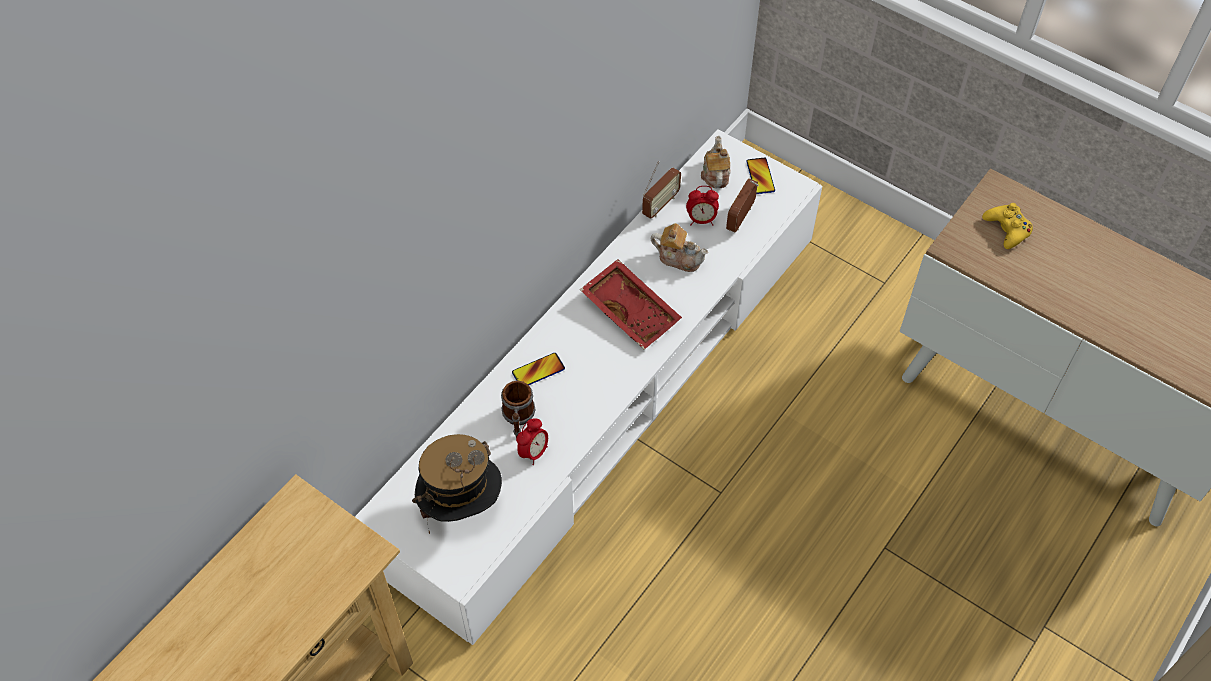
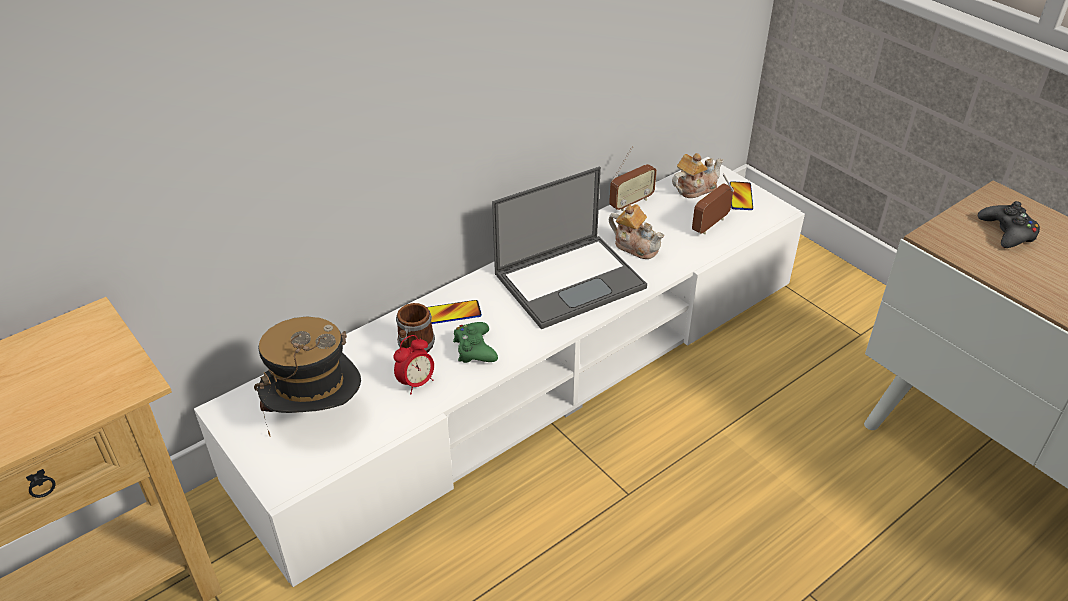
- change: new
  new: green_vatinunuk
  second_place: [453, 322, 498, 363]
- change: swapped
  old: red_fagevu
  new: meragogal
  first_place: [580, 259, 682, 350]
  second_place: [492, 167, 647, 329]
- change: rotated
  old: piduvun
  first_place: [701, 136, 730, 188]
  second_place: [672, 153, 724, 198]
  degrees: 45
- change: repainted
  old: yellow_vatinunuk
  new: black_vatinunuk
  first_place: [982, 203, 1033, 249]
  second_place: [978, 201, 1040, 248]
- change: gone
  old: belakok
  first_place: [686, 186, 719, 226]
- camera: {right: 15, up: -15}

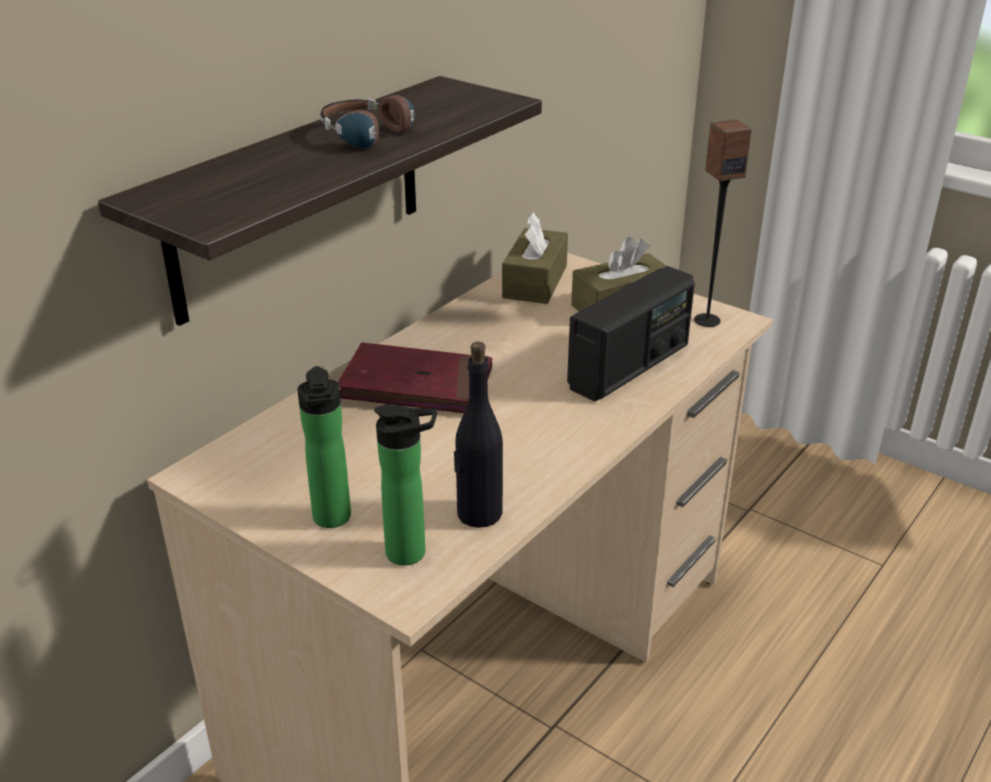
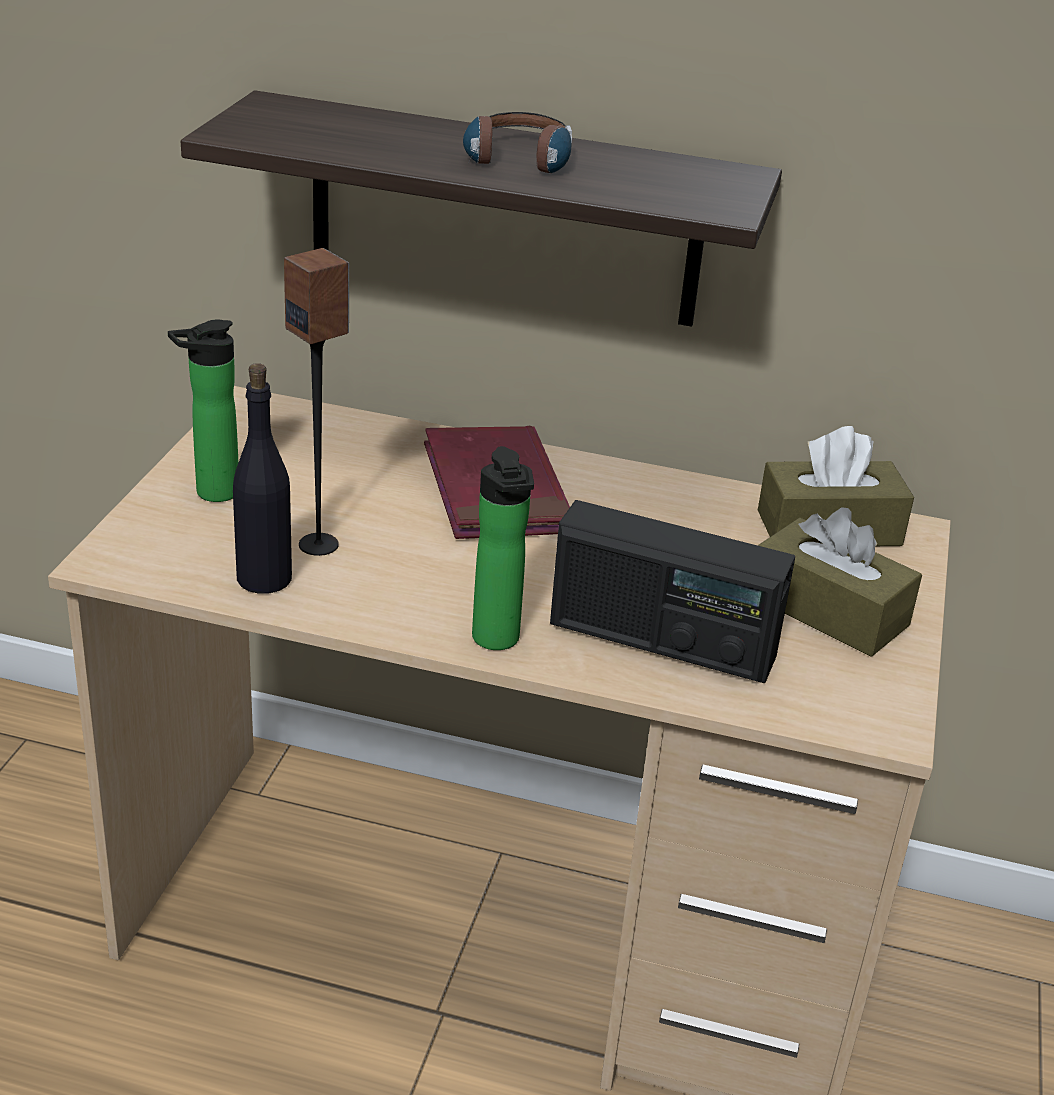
- change: shifted
  old: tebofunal
  first_place: [694, 120, 752, 327]
  second_place: [284, 248, 349, 556]
- change: shifted
  old: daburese
  first_place: [374, 404, 437, 566]
  second_place: [472, 446, 534, 650]
- camera: {right: 65, up: 0}

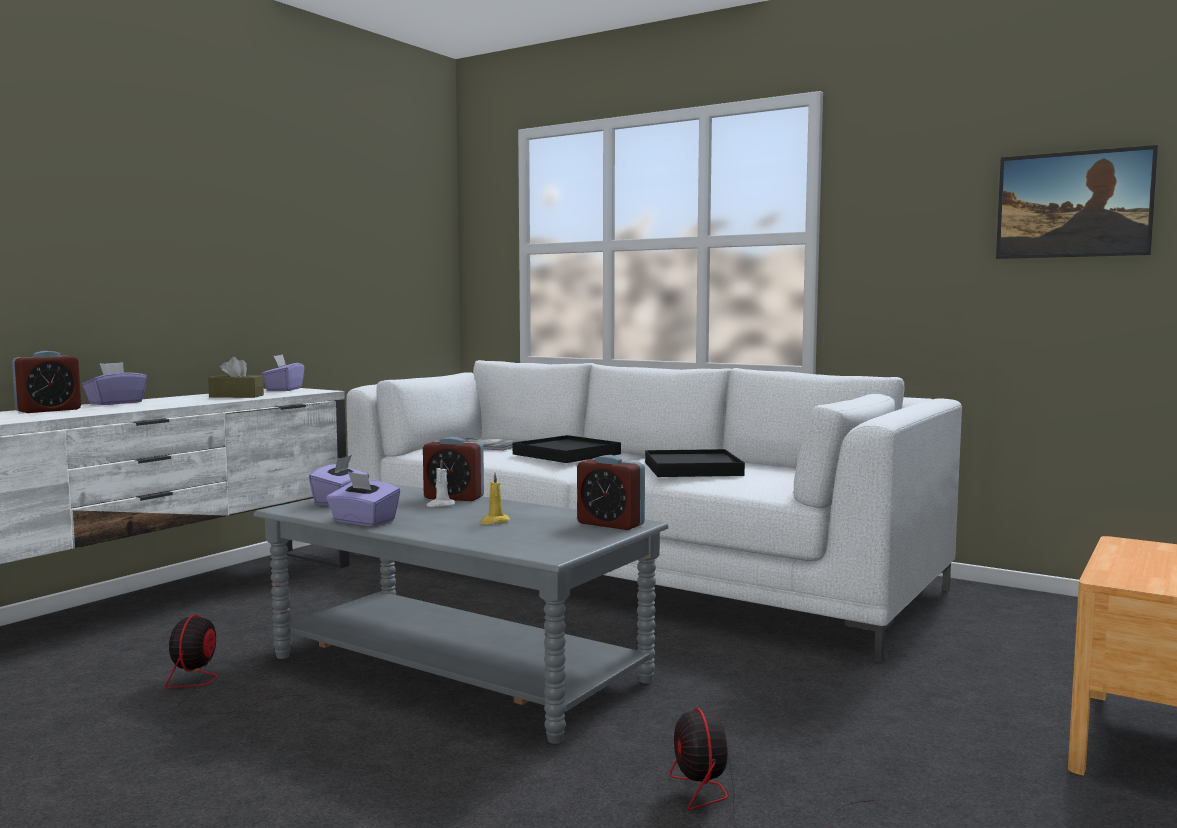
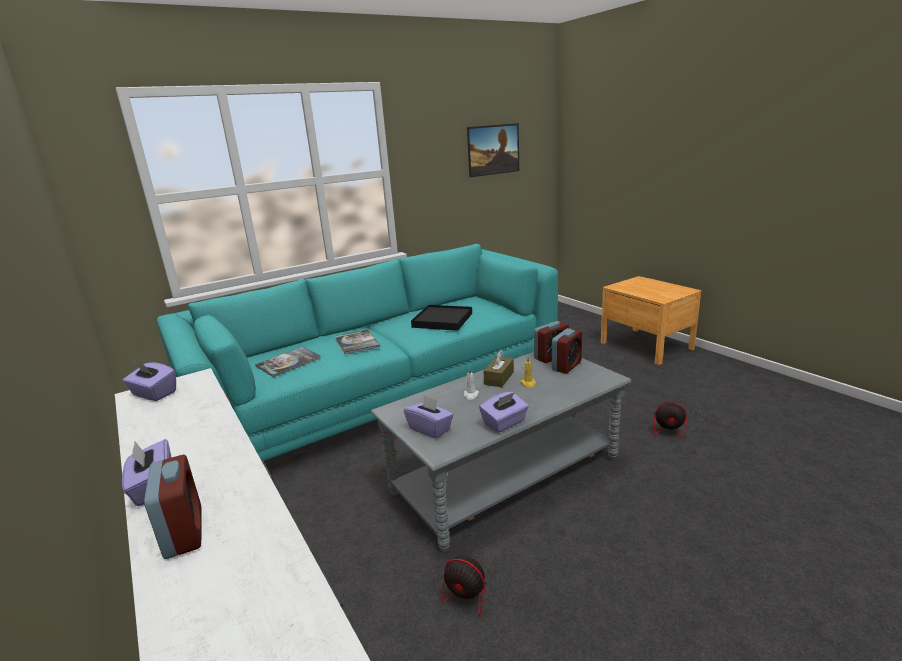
- change: repainted
  old: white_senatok
  new: turquoise_senatok
  first_place: [346, 360, 962, 663]
  second_place: [157, 244, 558, 461]
- change: swapped
  old: black_fagevu
  new: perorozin
  first_place: [513, 435, 621, 463]
  second_place: [335, 330, 380, 354]
- change: shifted
  old: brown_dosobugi
  first_place: [208, 357, 264, 398]
  second_place: [484, 350, 514, 387]
- change: shifted
  old: belakok
  first_place: [423, 437, 484, 501]
  second_place: [552, 328, 582, 374]
- camera: {right: -65, up: 15}

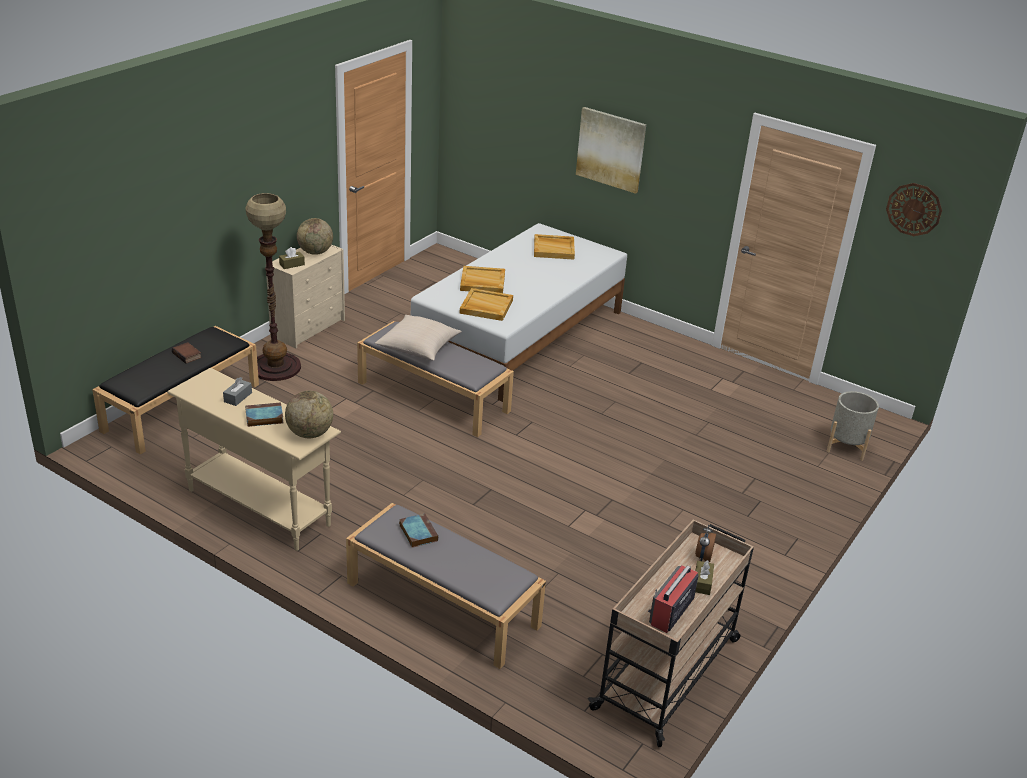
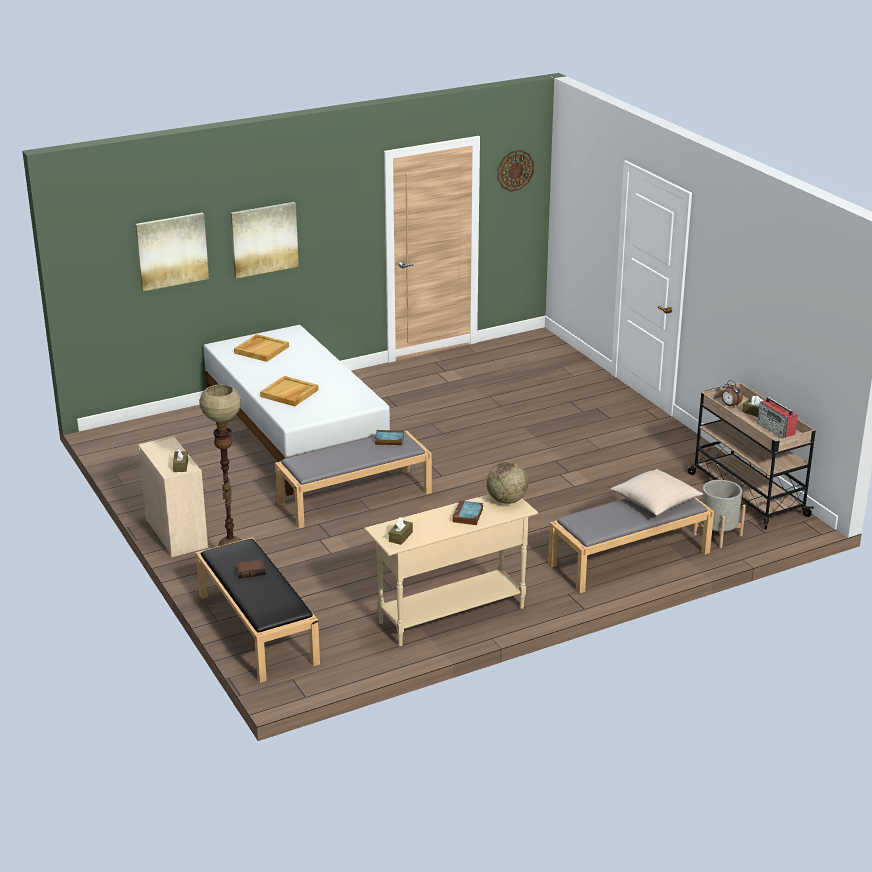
- change: new
  new: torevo
  second_place: [135, 213, 209, 291]
- change: shifted
  old: perorozin
  first_place: [399, 513, 438, 548]
  second_place: [375, 430, 404, 446]
- change: new
  new: brown_dosobugi
  second_place: [389, 517, 413, 545]
- change: shifted
  old: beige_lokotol
  first_place: [375, 315, 462, 361]
  second_place: [610, 469, 703, 516]
- change: shifted
  old: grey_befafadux
  first_place: [827, 391, 879, 461]
  second_place: [693, 480, 746, 548]
- change: gone
  old: grey_dosobugi
  first_place: [223, 377, 252, 406]
- change: gone
  old: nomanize
  first_place: [297, 218, 333, 255]
- change: gone
  old: beige_fagevu
  first_place: [460, 288, 513, 321]
- camera: {right: -60, up: -5}

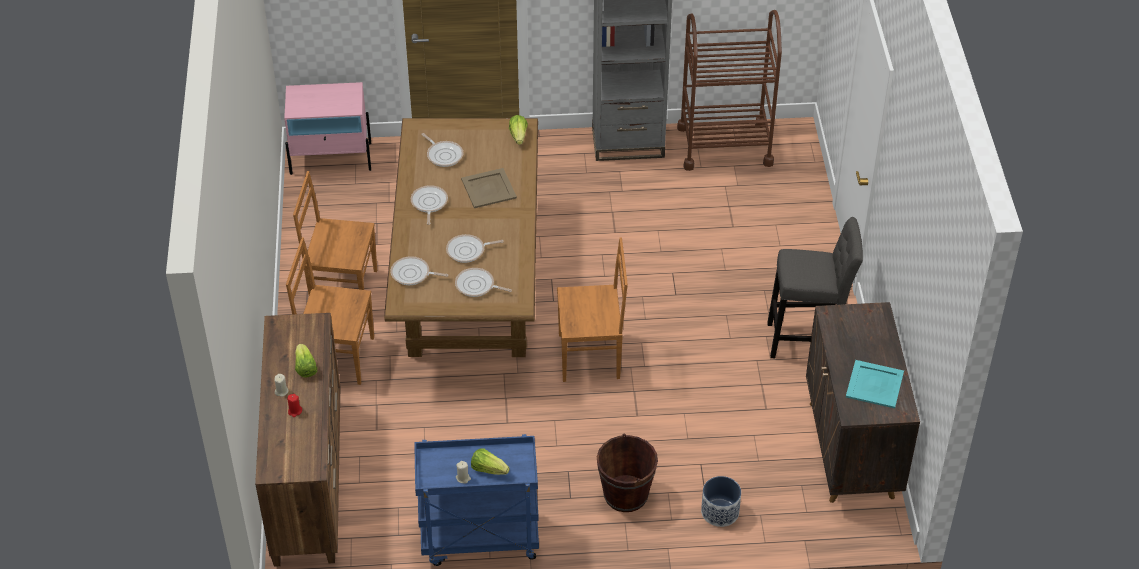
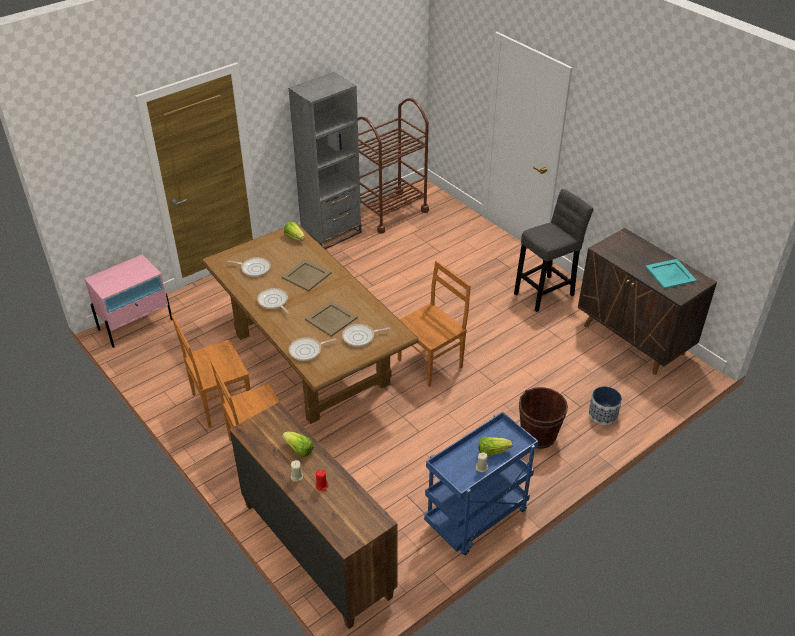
- change: swapped
  old: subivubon
  new: beige_fagevu
  first_place: [446, 234, 504, 263]
  second_place: [305, 300, 358, 337]
- camera: {right: -35, up: -5}

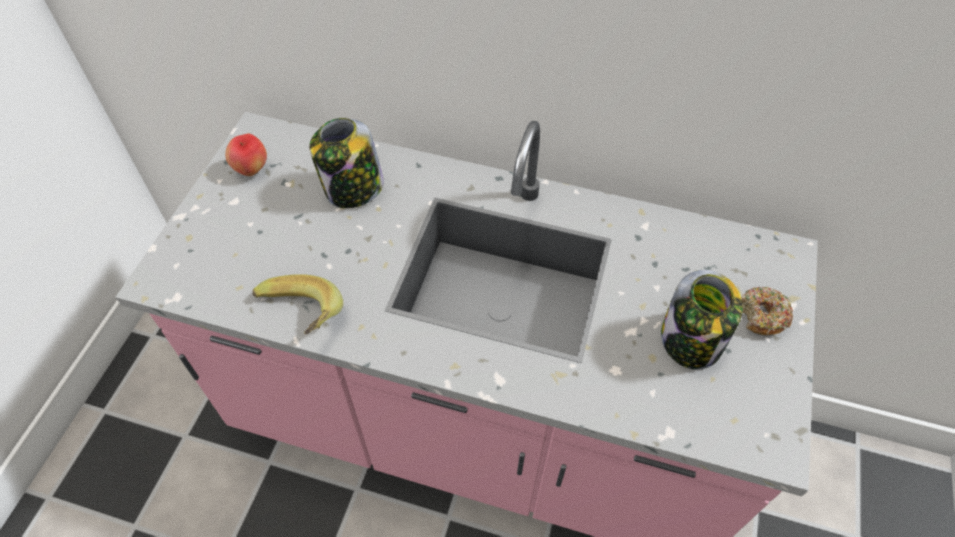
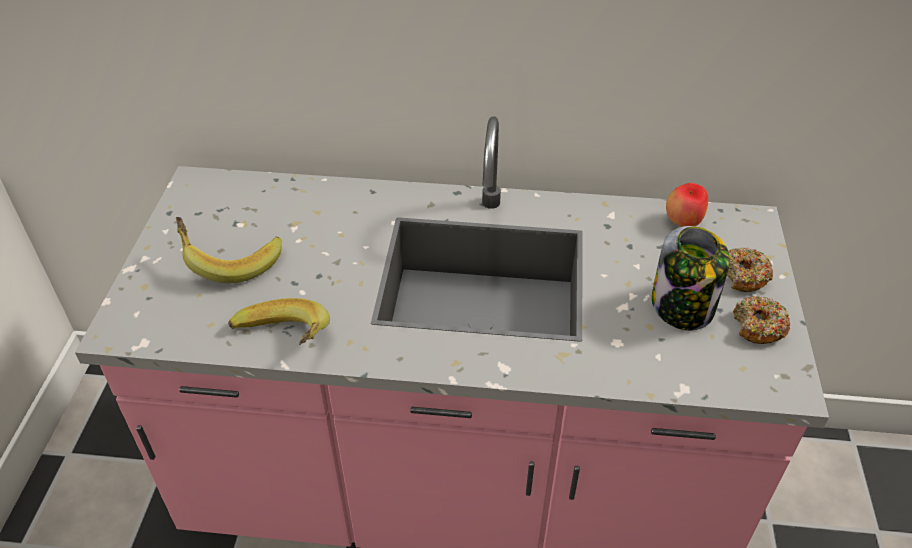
- change: new
  new: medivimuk
  second_place: [176, 217, 282, 283]
- change: shifted
  old: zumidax
  first_place: [225, 134, 267, 176]
  second_place: [666, 183, 708, 227]
- change: new
  new: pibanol
  second_place: [733, 296, 790, 344]
- change: gone
  old: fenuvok
  first_place: [309, 118, 384, 208]
- camera: {right: -10, up: -10}

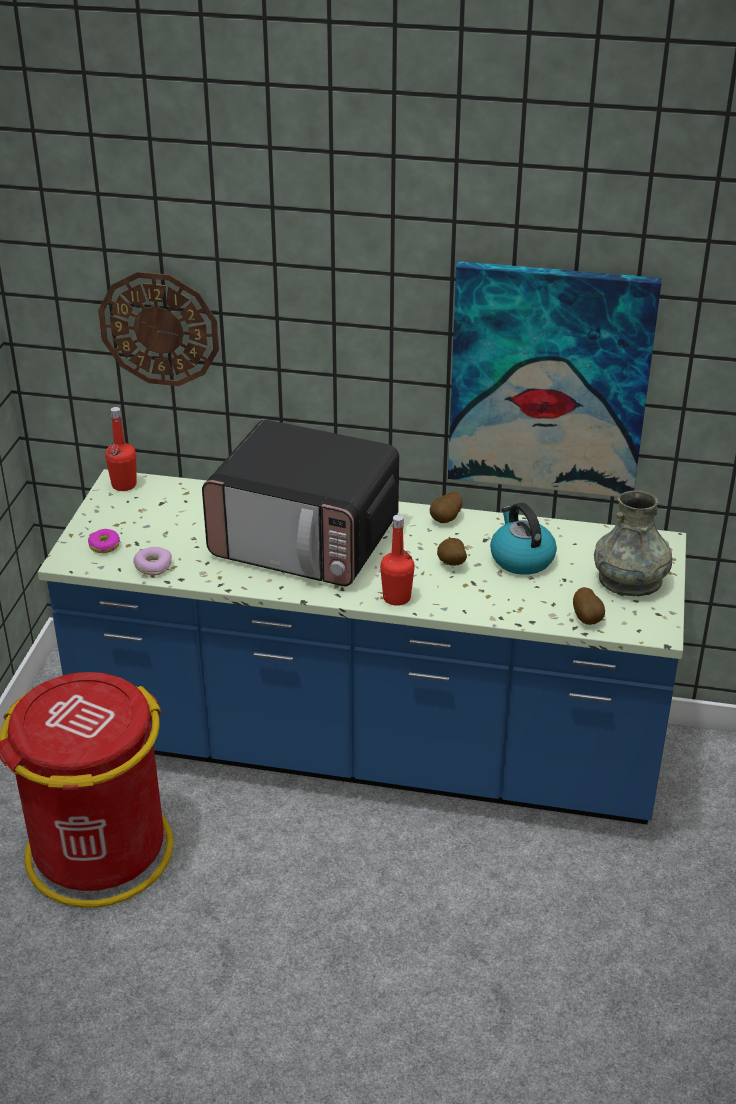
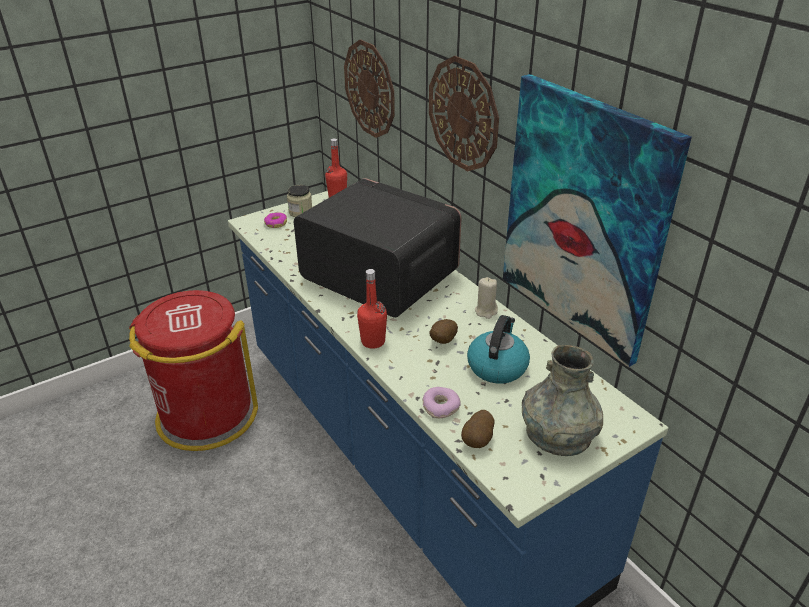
- change: new
  new: fenuvok
  second_place: [287, 185, 312, 217]
- change: rotated
  old: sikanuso
  first_place: [202, 419, 399, 586]
  second_place: [294, 178, 462, 317]
  degrees: 150
- change: shifted
  old: pibanol
  first_place: [133, 547, 172, 576]
  second_place: [422, 387, 461, 418]
- change: new
  new: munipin
  second_place: [429, 56, 499, 171]
- change: swapped
  old: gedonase
  new: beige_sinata
  first_place: [430, 492, 462, 523]
  second_place: [475, 277, 498, 319]
- camera: {right: 45, up: 0}

